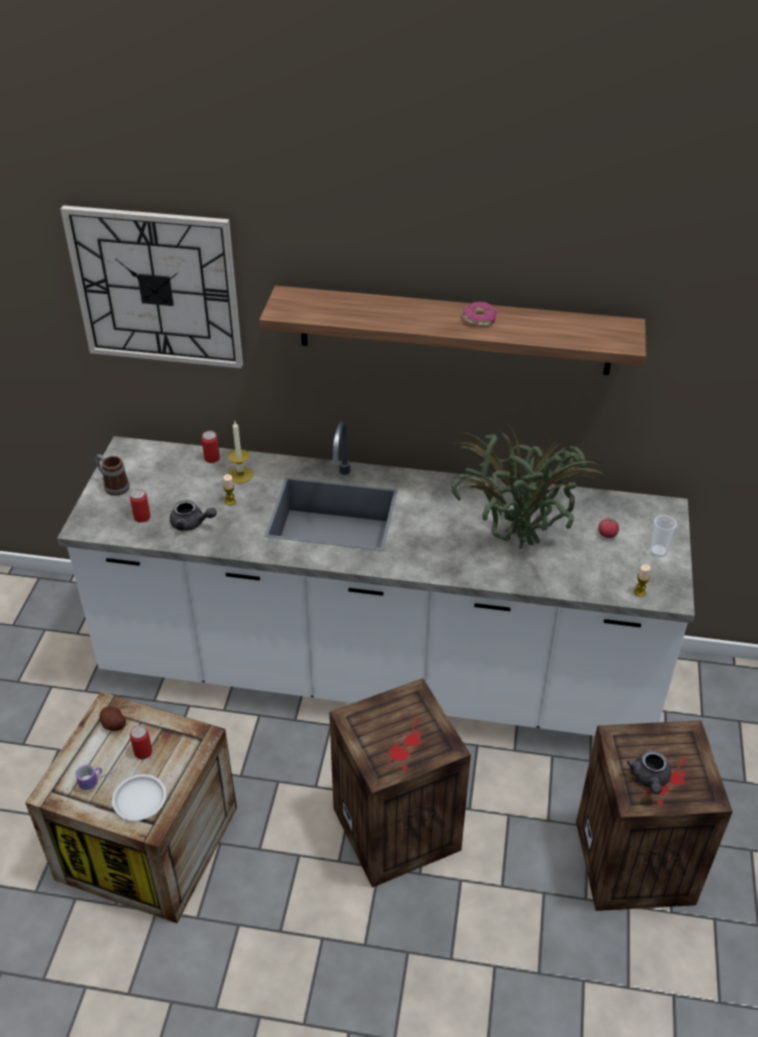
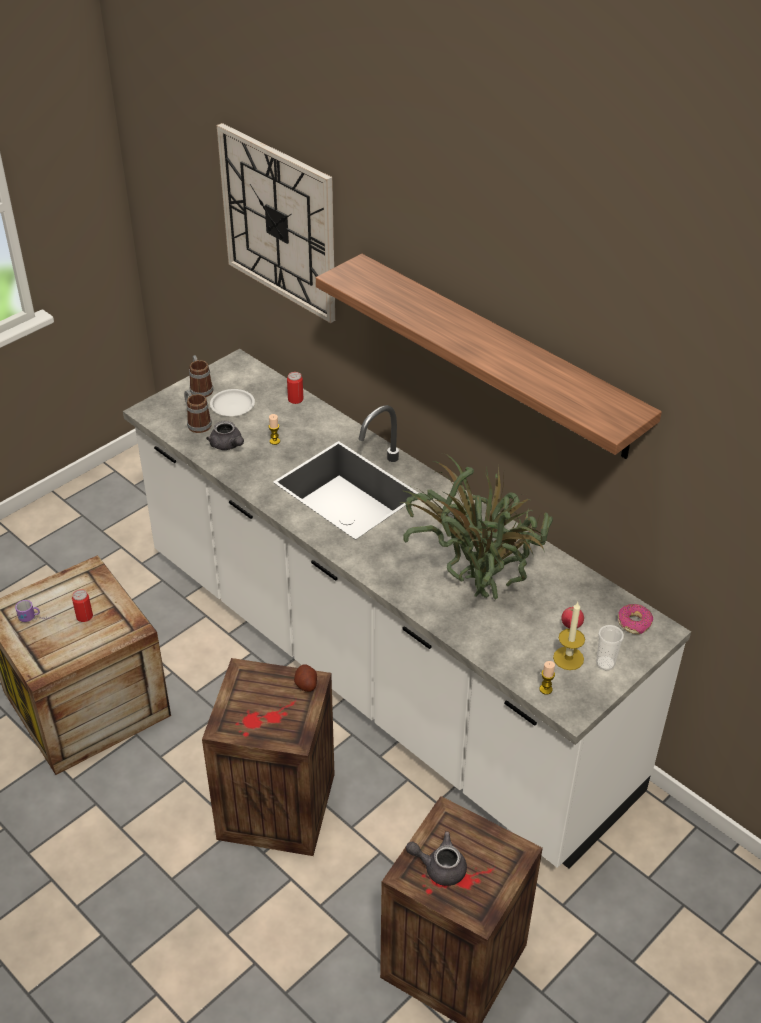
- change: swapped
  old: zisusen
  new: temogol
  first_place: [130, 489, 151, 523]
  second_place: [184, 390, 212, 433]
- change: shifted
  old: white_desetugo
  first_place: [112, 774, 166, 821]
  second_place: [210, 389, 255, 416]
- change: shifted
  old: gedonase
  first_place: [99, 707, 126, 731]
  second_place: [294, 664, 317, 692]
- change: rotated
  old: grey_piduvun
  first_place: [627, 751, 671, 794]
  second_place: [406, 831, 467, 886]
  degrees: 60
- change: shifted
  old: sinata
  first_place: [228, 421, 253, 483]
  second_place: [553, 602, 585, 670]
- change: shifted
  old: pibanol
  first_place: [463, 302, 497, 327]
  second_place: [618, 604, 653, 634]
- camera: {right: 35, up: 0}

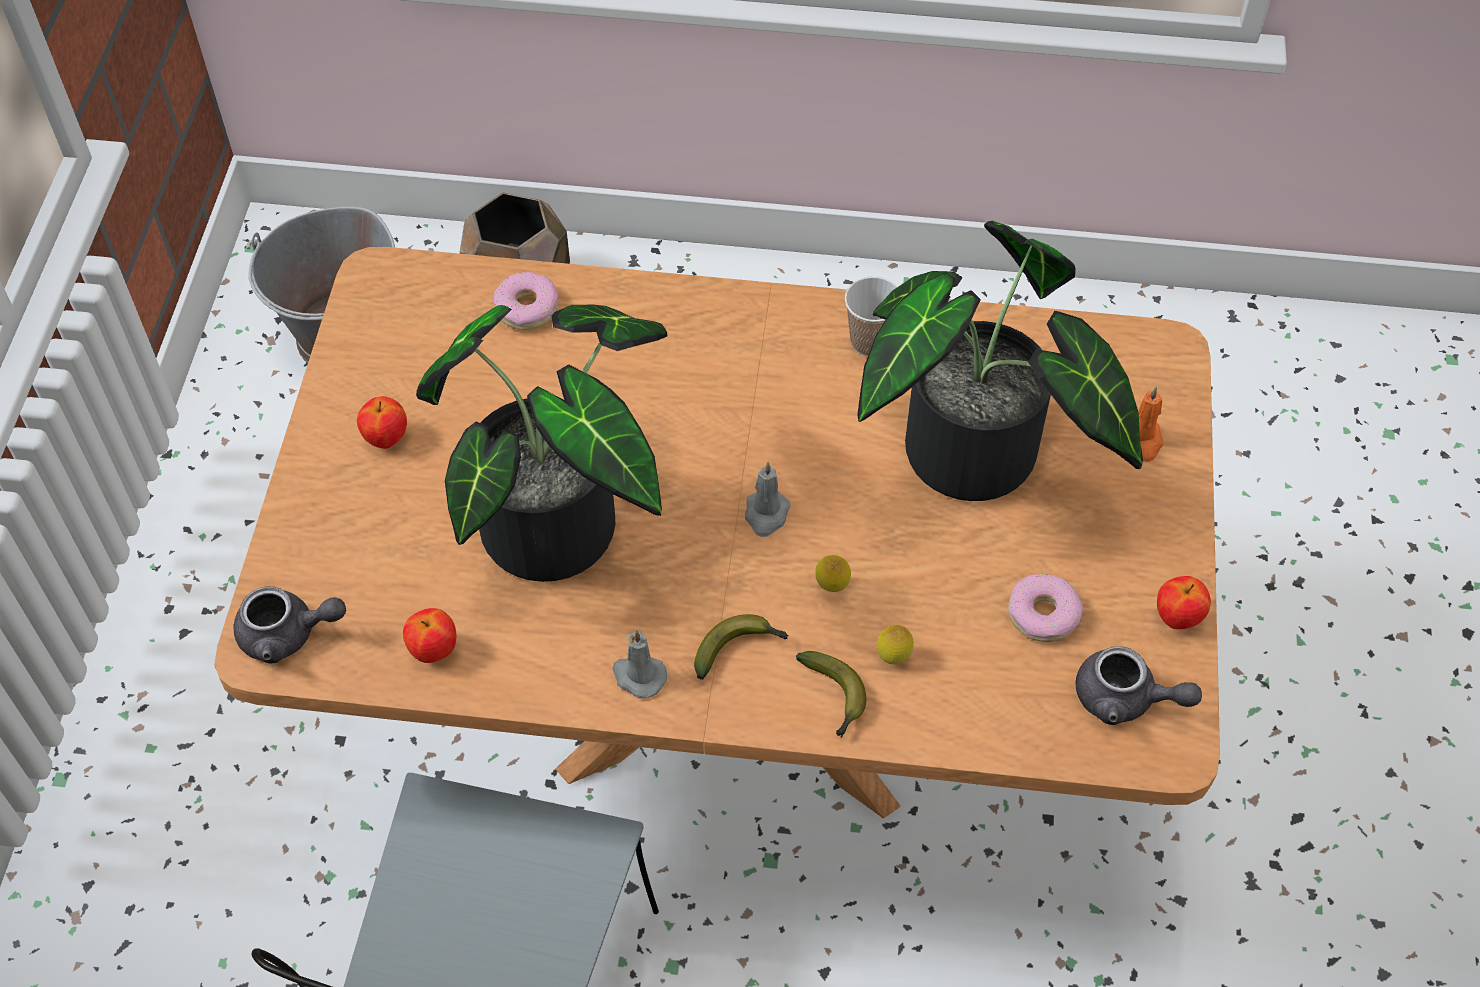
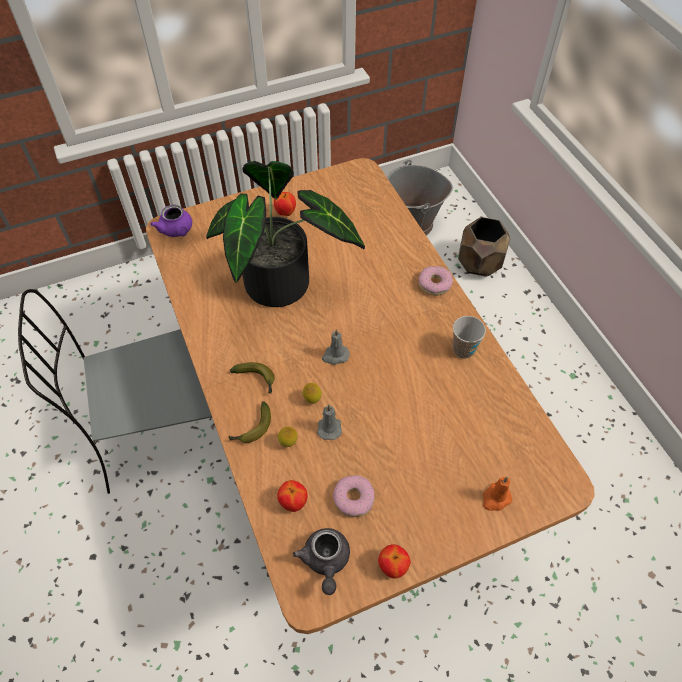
- change: repainted
  old: grey_piduvun
  new: purple_piduvun
  first_place: [233, 586, 346, 664]
  second_place: [150, 205, 192, 237]
- change: shifted
  old: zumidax
  first_place: [403, 608, 456, 663]
  second_place: [277, 480, 308, 512]
- change: shifted
  old: grey_sinata
  first_place: [613, 629, 667, 699]
  second_place: [317, 405, 342, 440]
- change: shifted
  old: pibanol
  first_place: [494, 272, 559, 330]
  second_place: [419, 266, 453, 296]
- change: gone
  old: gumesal
  first_place: [857, 221, 1143, 501]
- camera: {right: 60, up: 0}

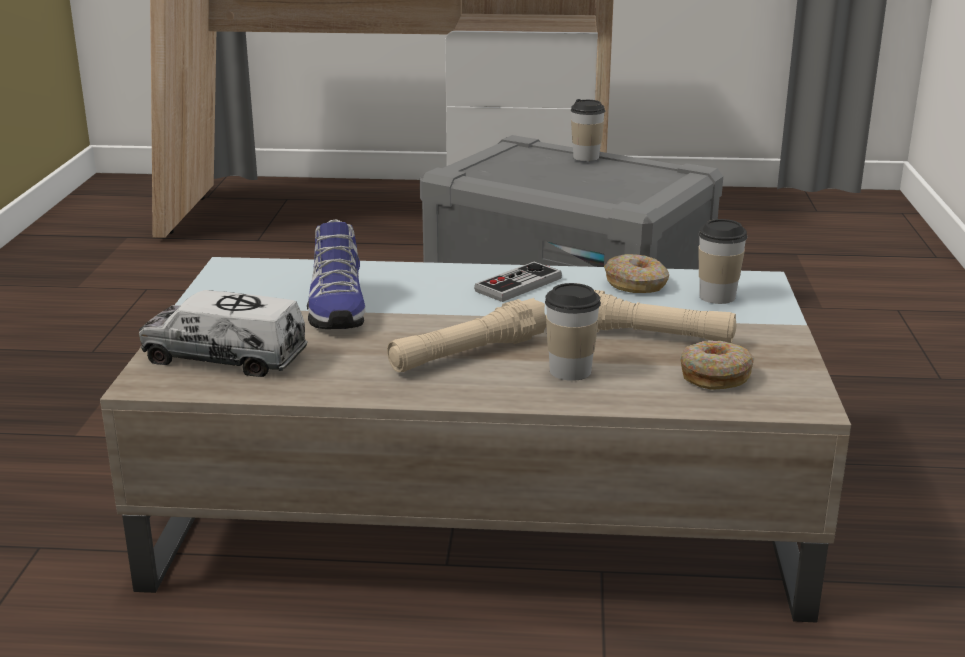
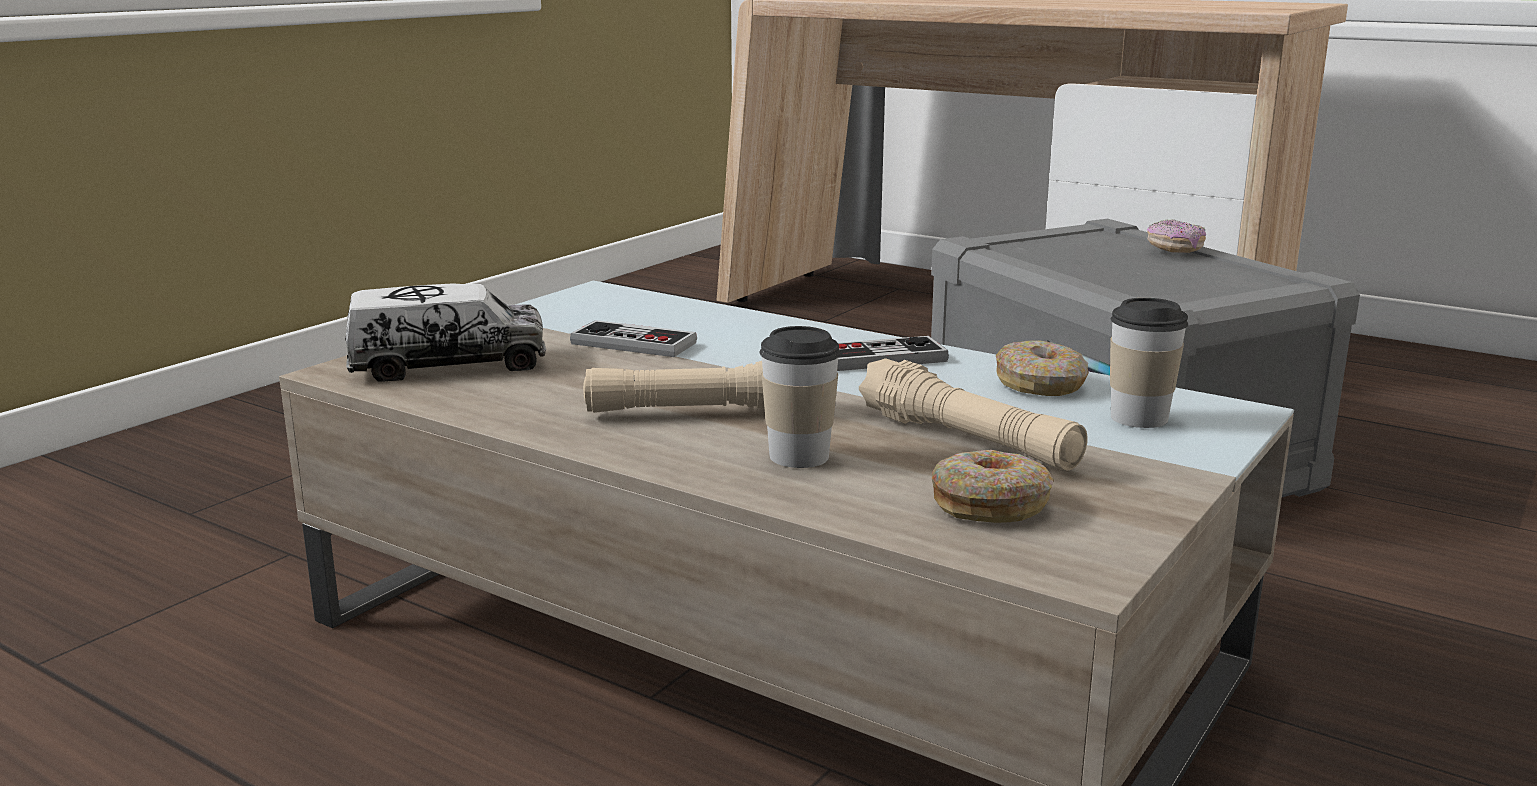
- change: rotated
  old: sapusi
  first_place: [139, 290, 308, 377]
  second_place: [345, 283, 546, 382]
  degrees: 120
- change: swapped
  old: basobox
  new: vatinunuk
  first_place: [307, 219, 365, 329]
  second_place: [570, 320, 697, 357]
- change: swapped
  old: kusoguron
  new: pibanol
  first_place: [570, 99, 605, 161]
  second_place: [1147, 220, 1206, 253]
- camera: {right: 30, up: -5}

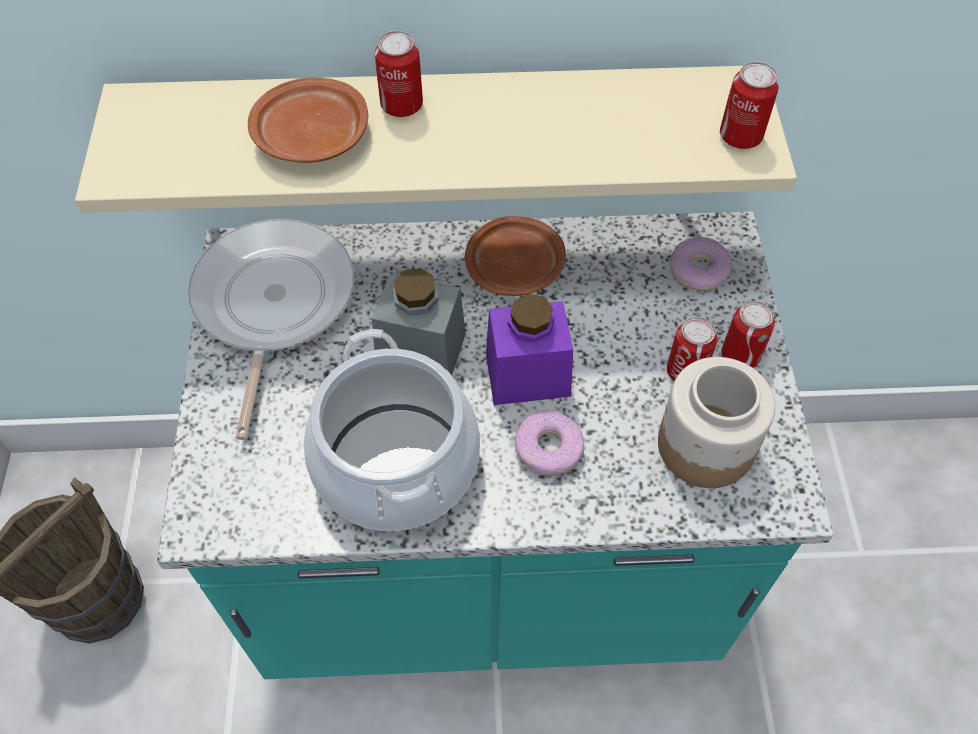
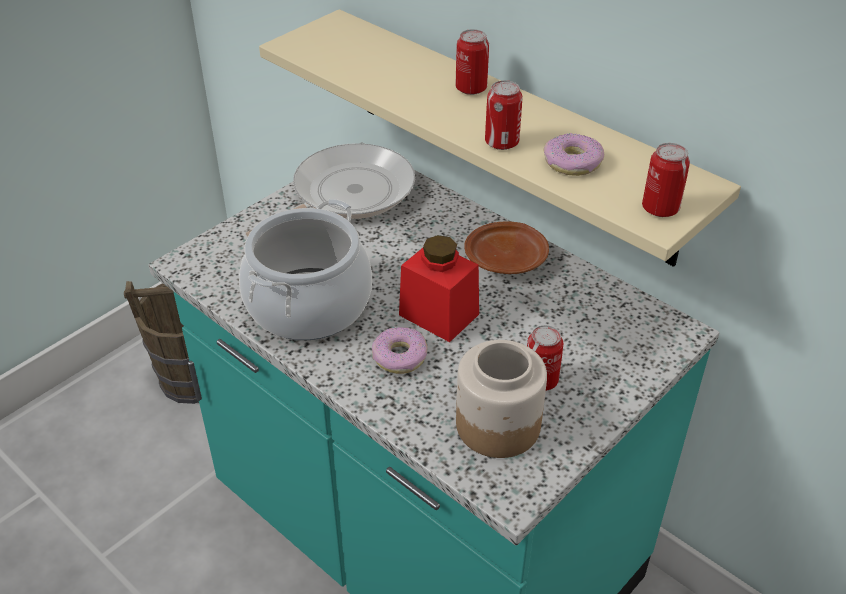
- change: repainted
  old: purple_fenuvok
  new: red_fenuvok
  first_place: [486, 294, 573, 405]
  second_place: [399, 235, 479, 342]
- change: shifted
  old: zisusen
  first_place: [722, 301, 775, 368]
  second_place: [485, 80, 523, 150]
- change: shifted
  old: pibanol
  first_place: [670, 237, 732, 291]
  second_place: [543, 133, 604, 176]
- change: gone
  old: brown_desetugo
  first_place: [248, 78, 368, 163]
- change: gone
  old: grey_fenuvok
  first_place: [372, 268, 466, 375]
- camera: {right: 45, up: -15}

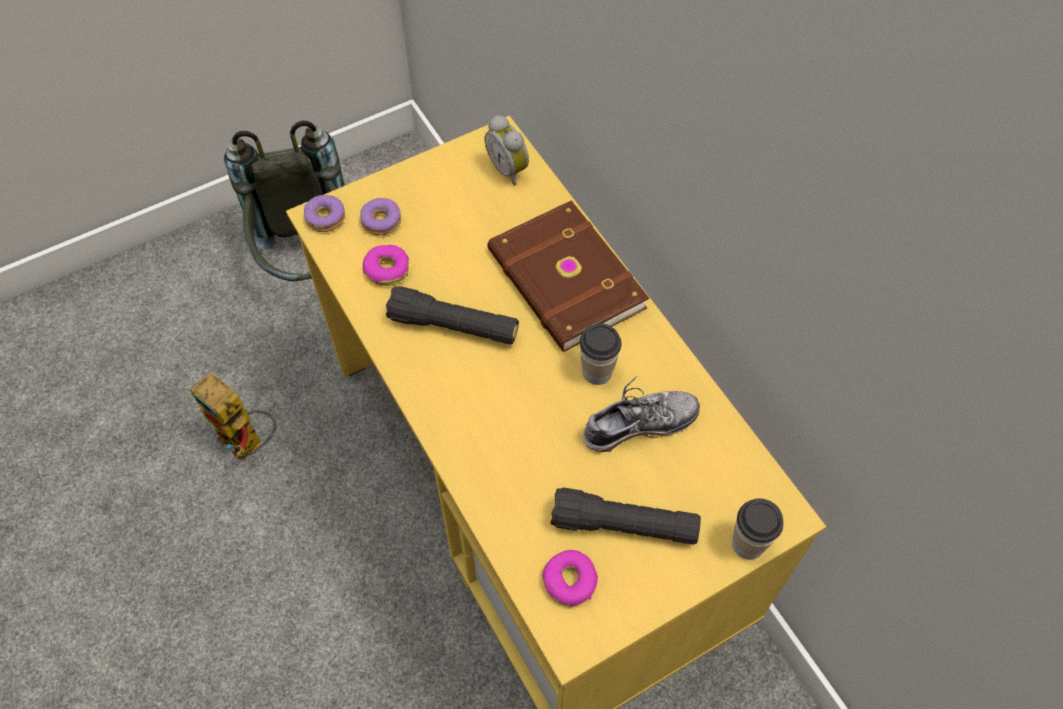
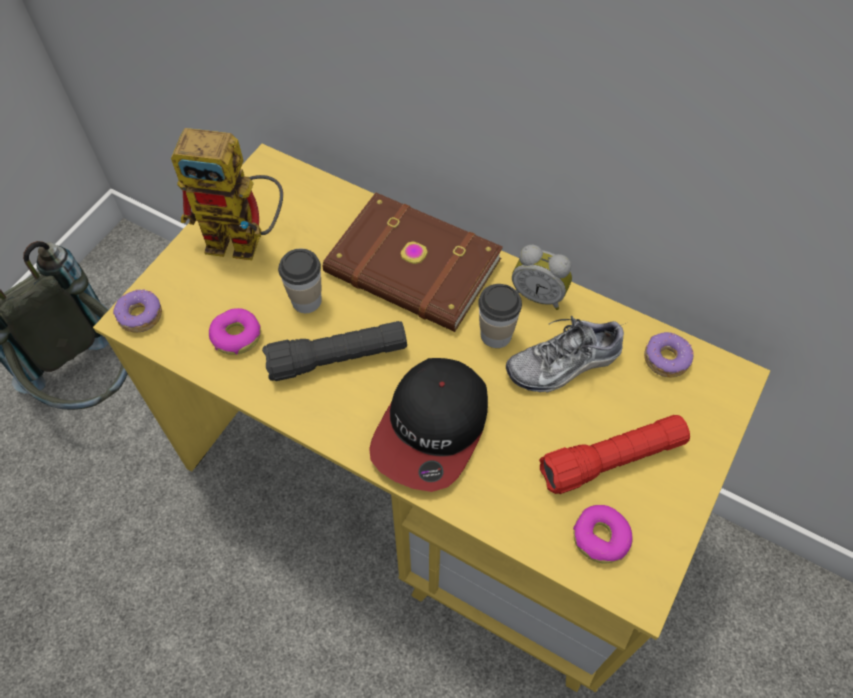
- change: shifted
  old: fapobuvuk
  first_place: [190, 372, 276, 462]
  second_place: [171, 128, 283, 260]
- change: shifted
  old: kusoguron
  first_place: [732, 498, 784, 560]
  second_place: [278, 248, 322, 313]
- change: new
  new: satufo
  second_place: [369, 358, 488, 492]
- change: rotated
  old: basobox
  first_place: [582, 376, 700, 452]
  second_place: [506, 316, 626, 393]
  degrees: -150
- change: shifted
  old: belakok
  first_place: [484, 115, 529, 186]
  second_place: [512, 245, 572, 310]
- change: repainted
  old: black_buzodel
  new: red_buzodel
  first_place: [550, 488, 701, 545]
  second_place: [539, 415, 690, 494]
- change: shifted
  old: pibanol
  first_place: [360, 198, 401, 236]
  second_place: [644, 332, 694, 377]
- camera: {right: -30, up: 0}

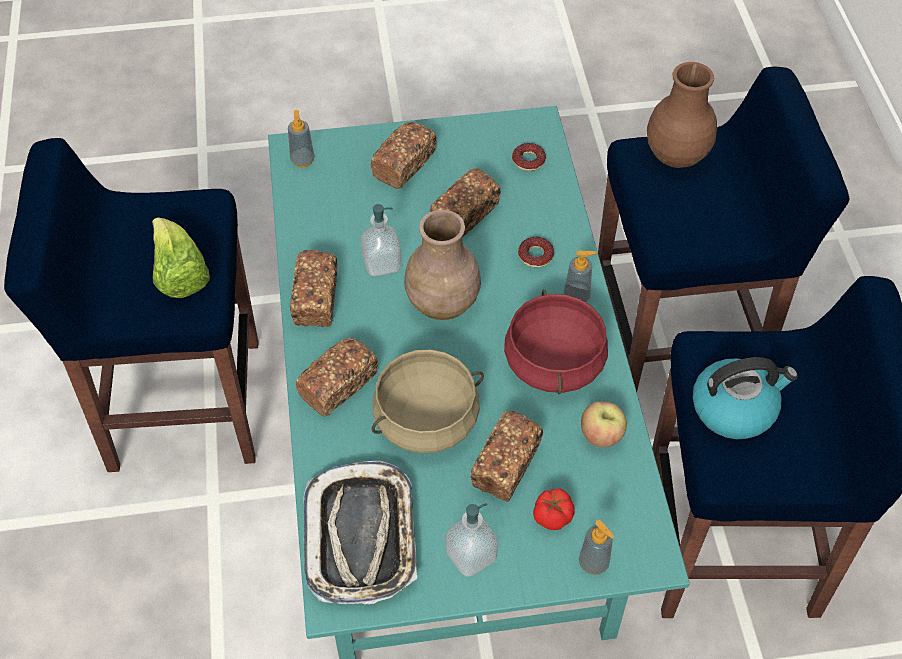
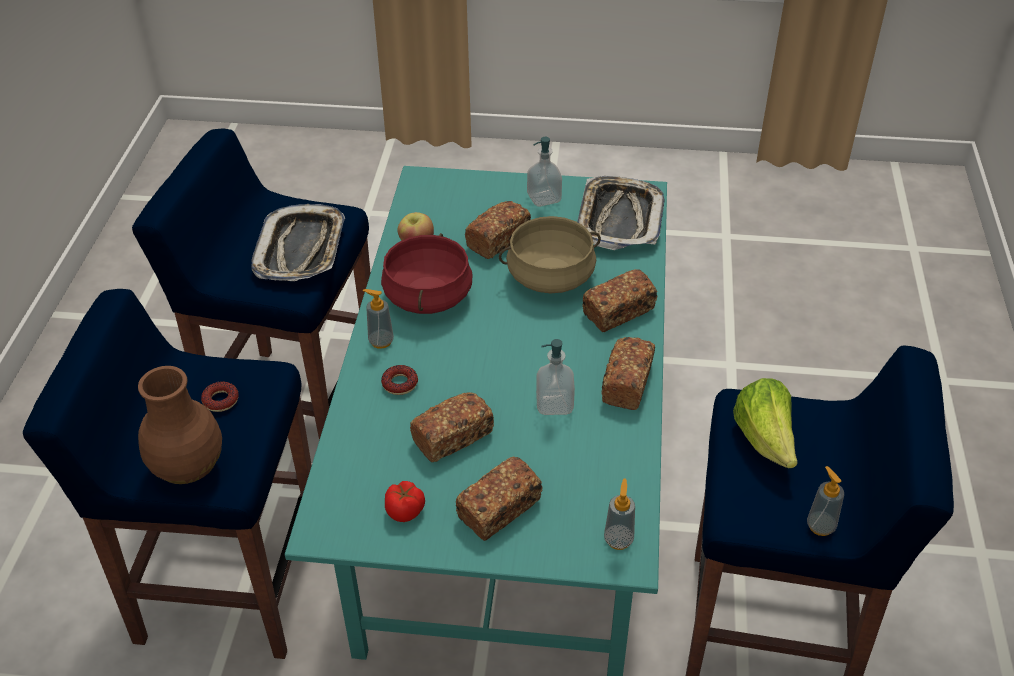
- change: shifted
  old: pibanol
  first_place: [512, 143, 546, 171]
  second_place: [201, 381, 239, 412]
- change: swapped
  old: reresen
  new: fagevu
  first_place: [693, 357, 798, 439]
  second_place: [251, 204, 345, 281]
- change: shifted
  old: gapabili
  first_place: [533, 489, 575, 530]
  second_place: [385, 481, 425, 522]
- change: shifted
  old: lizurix
  first_place: [579, 520, 614, 575]
  second_place: [807, 466, 844, 536]
- change: gone
  old: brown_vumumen
  first_place: [404, 210, 481, 320]
- camera: {right: -165, up: -10}

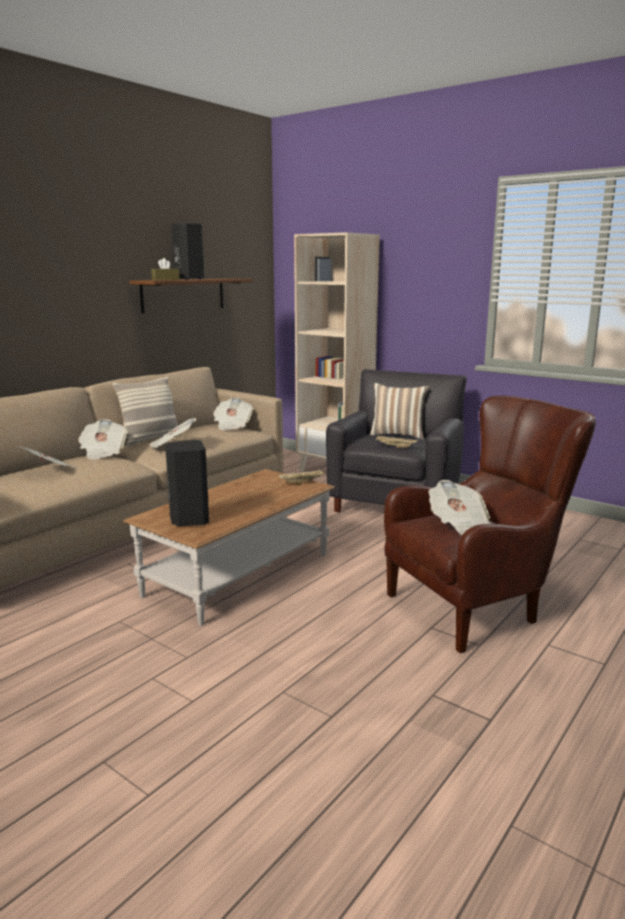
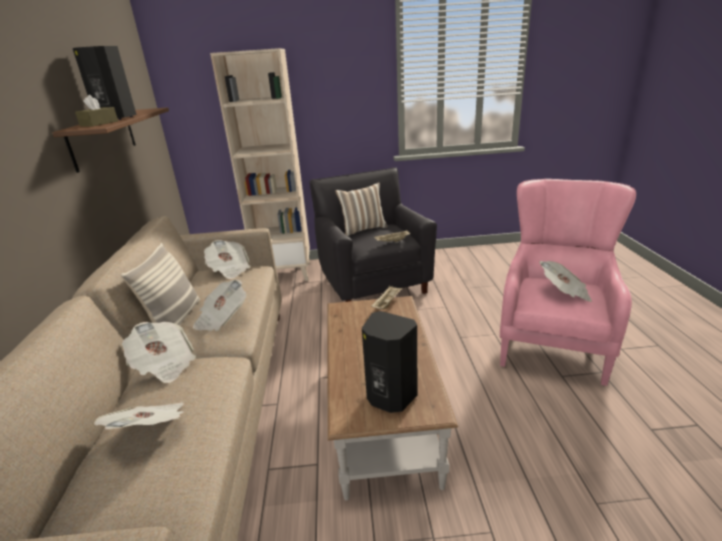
- change: repainted
  old: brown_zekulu
  new: pink_zekulu
  first_place: [384, 395, 596, 653]
  second_place: [500, 179, 636, 386]
- camera: {right: -40, up: 10}

